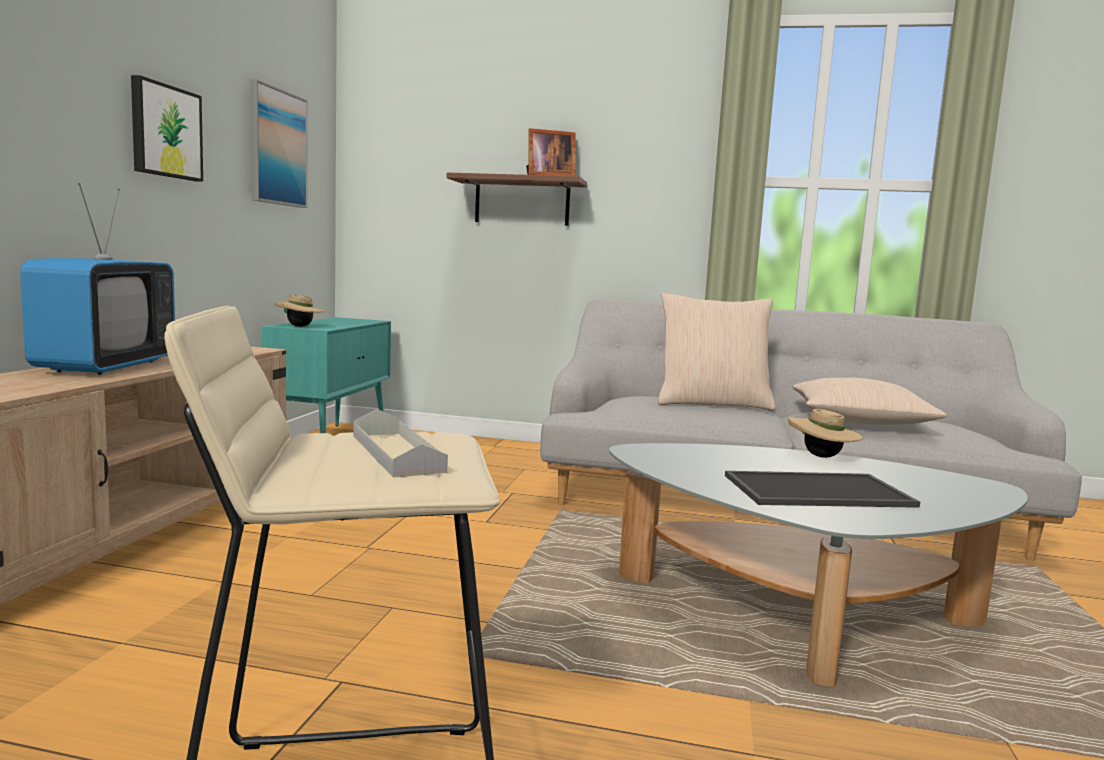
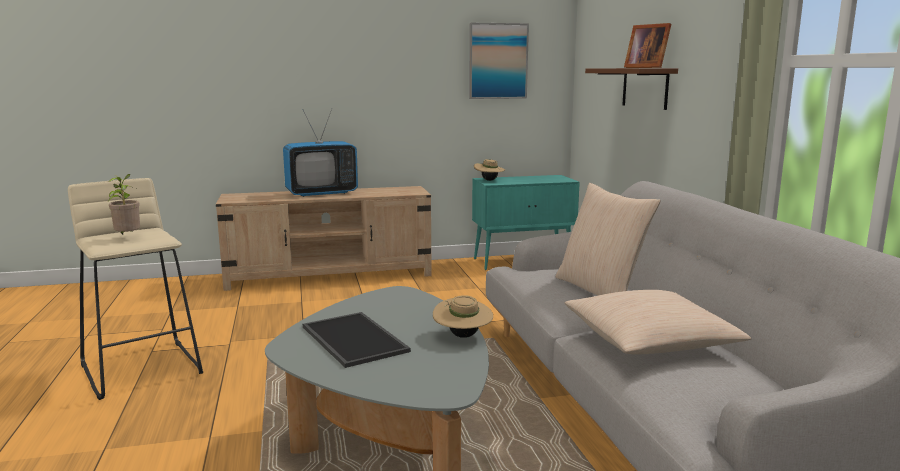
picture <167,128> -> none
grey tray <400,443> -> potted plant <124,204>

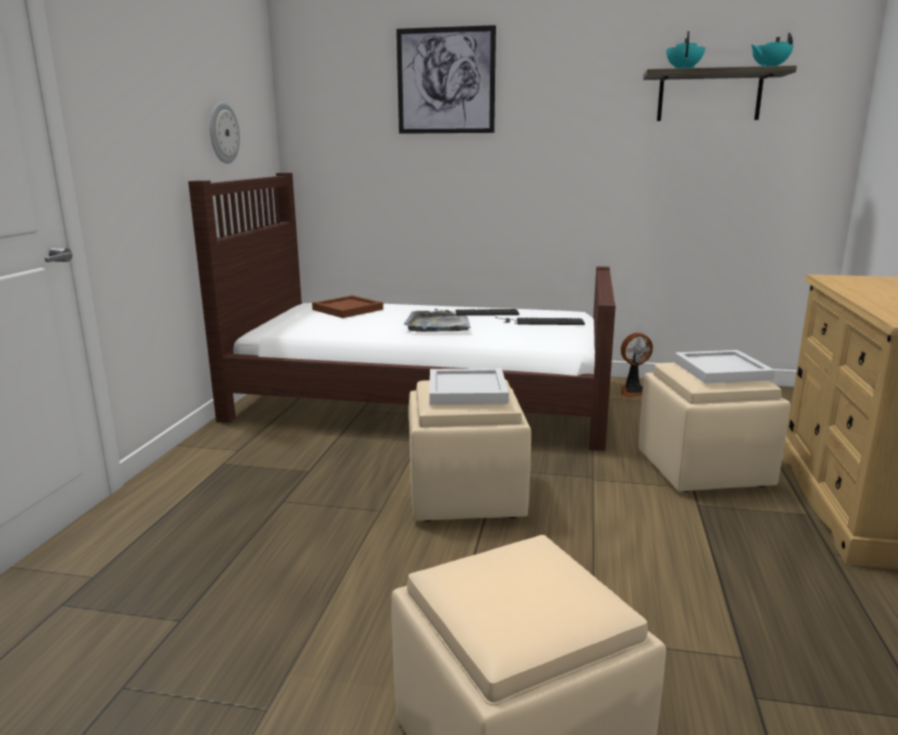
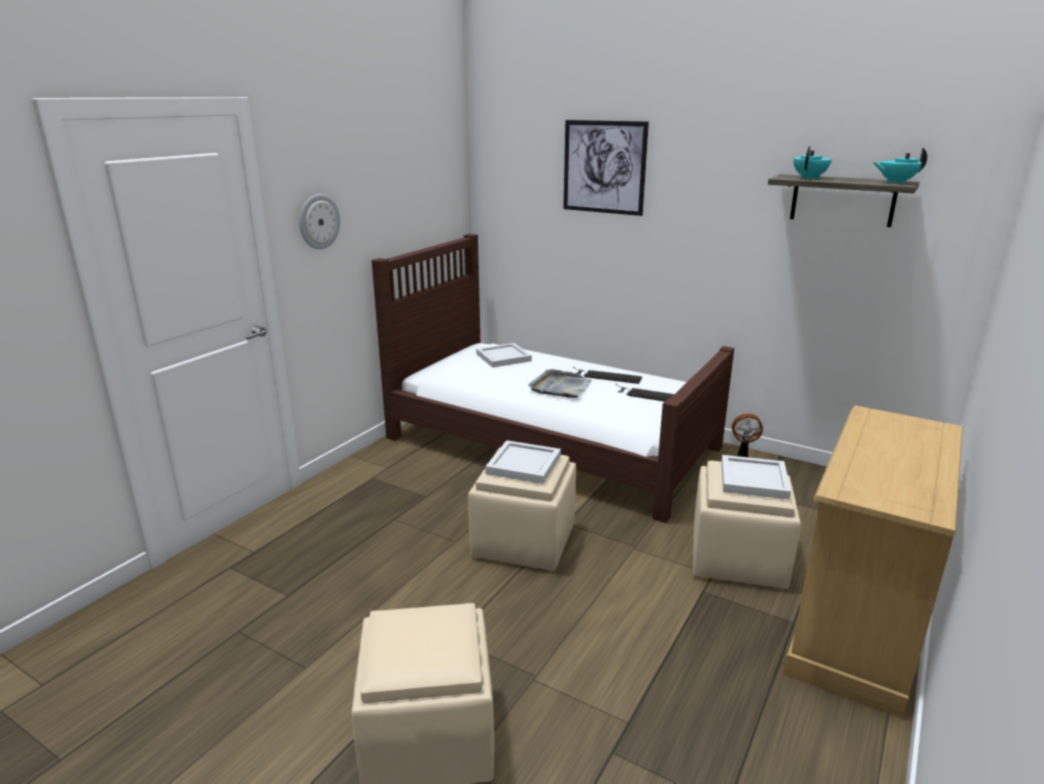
wall clock <225,133> -> wall clock <319,221>, shifted
brown tray <347,306> -> white tray <504,355>

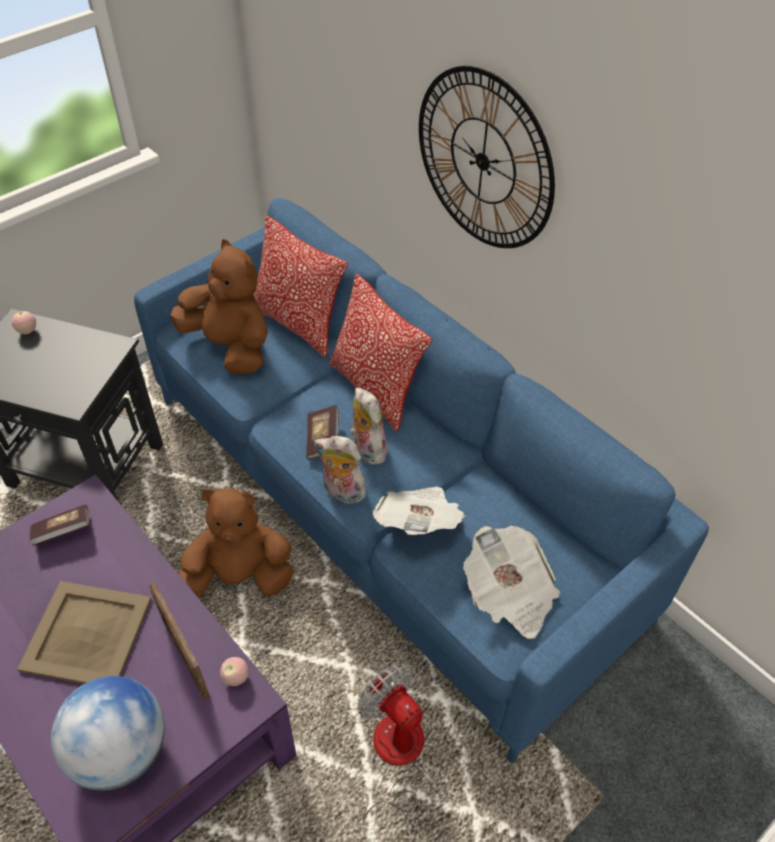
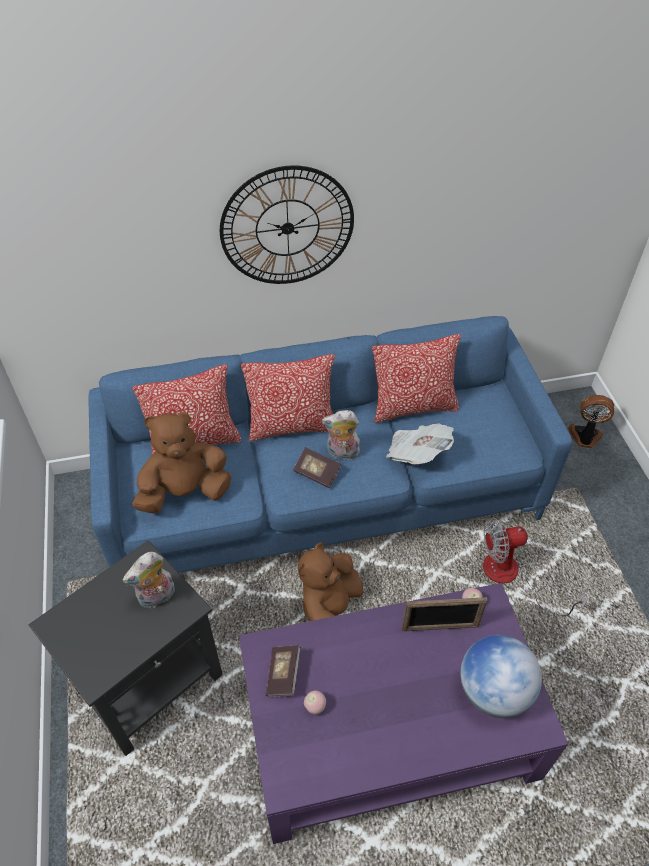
apple <24,322> -> apple <315,702>, shifted
plush toy <342,470> -> plush toy <148,580>, shifted
newspaper <511,582> -> none
beige tray <84,632> -> none
none -> pillow <416,378>
none -> fan <591,422>

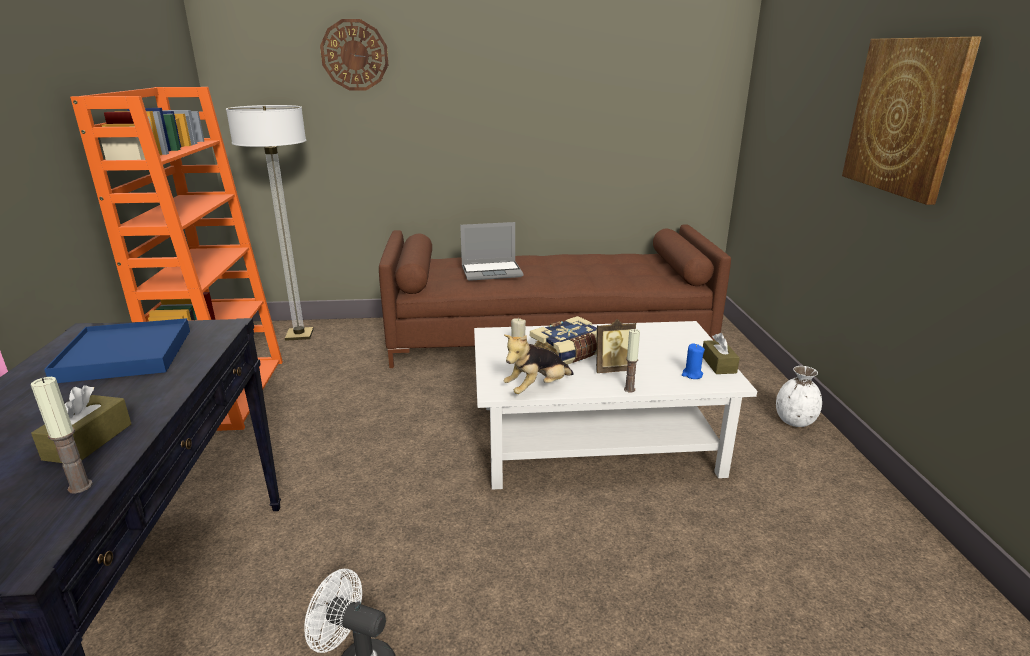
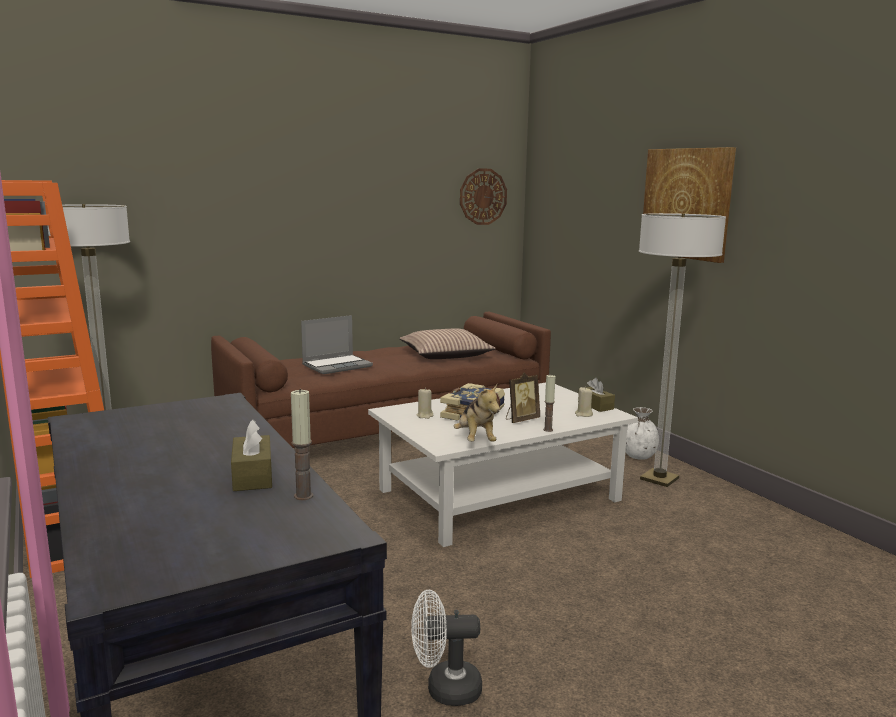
wall clock <354,54> -> wall clock <483,196>, shifted
blue tray <117,350> -> none
plush toy <539,364> -> plush toy <477,413>, 45 degrees counterclockwise
blue candle <693,361> -> beige candle <584,402>
none -> floor lamp <682,350>
none -> pillow <447,344>

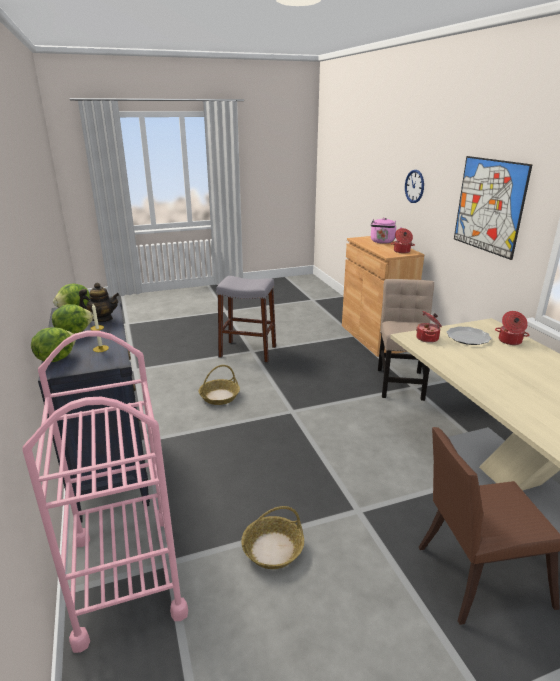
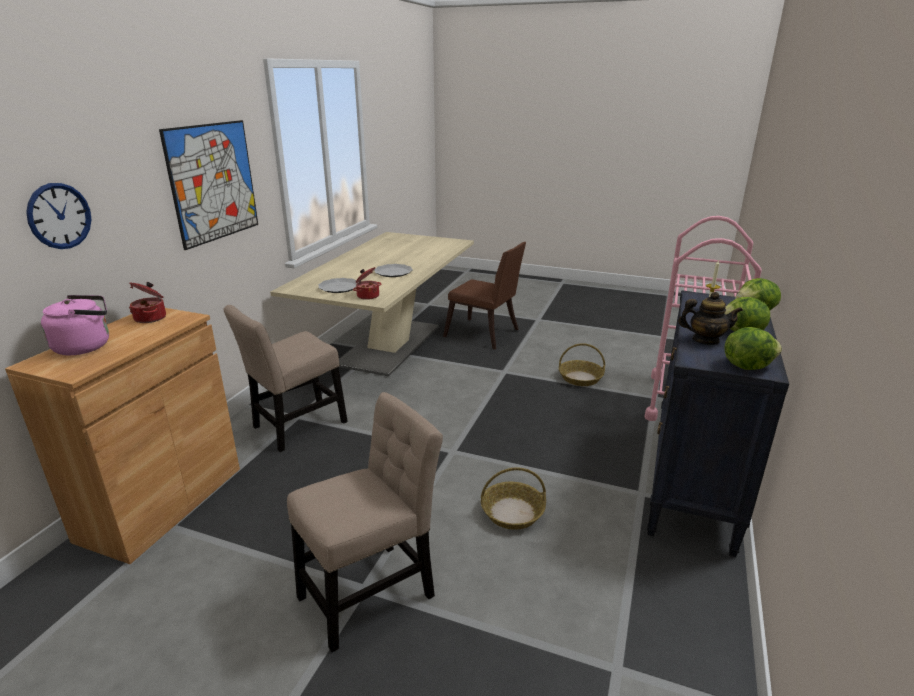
grey stool <246,319> -> beige chair <365,522>
teapot <99,302> -> teapot <710,318>, 150 degrees clockwise
cooking pot <512,328> -> none
none -> plate <393,270>

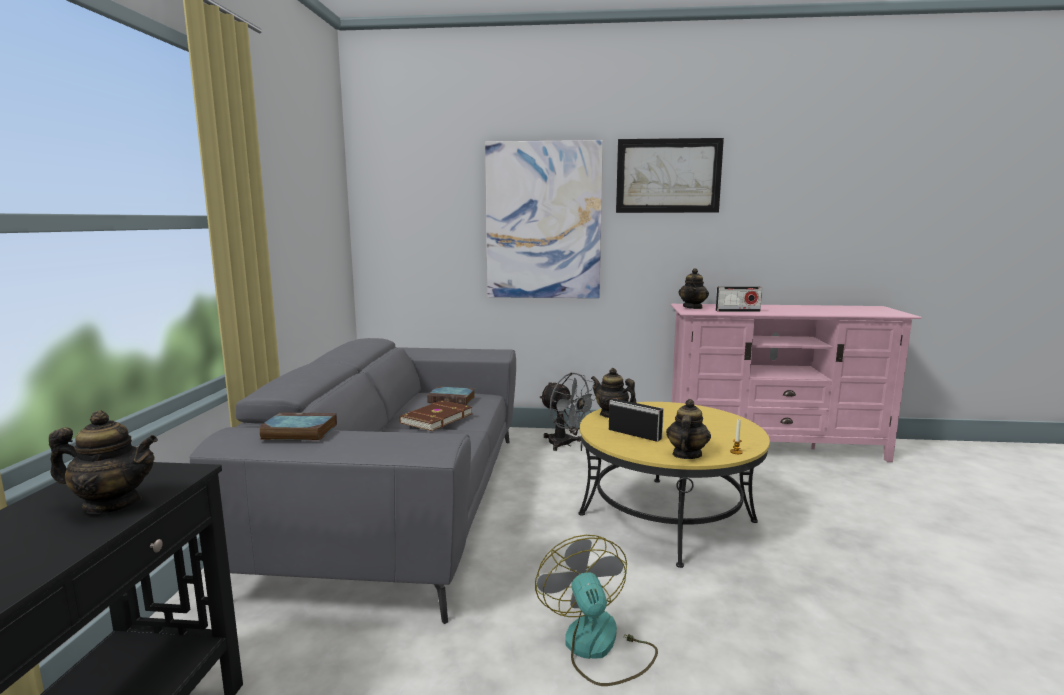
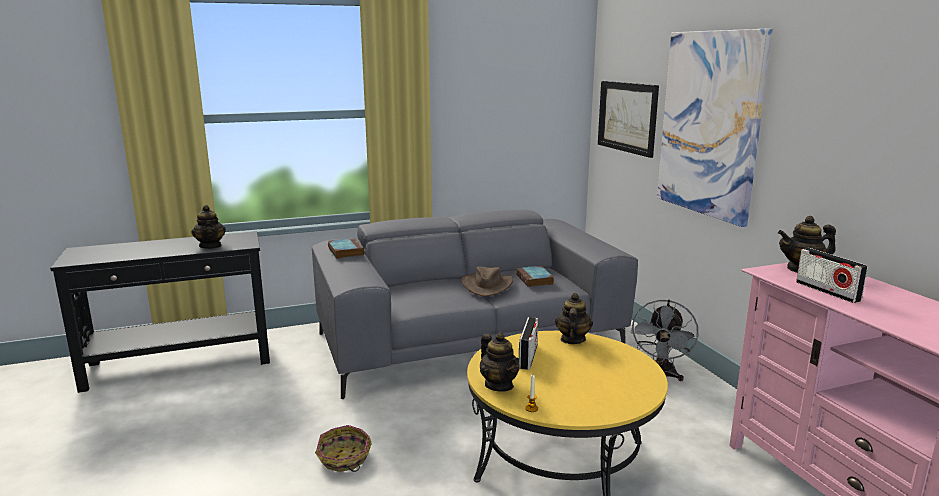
picture <670,175> -> picture <628,119>, shifted
teapot <688,429> -> teapot <499,362>, 60 degrees clockwise
brown book <435,415> -> brown hat <487,281>
fan <596,610> -> basket <343,448>

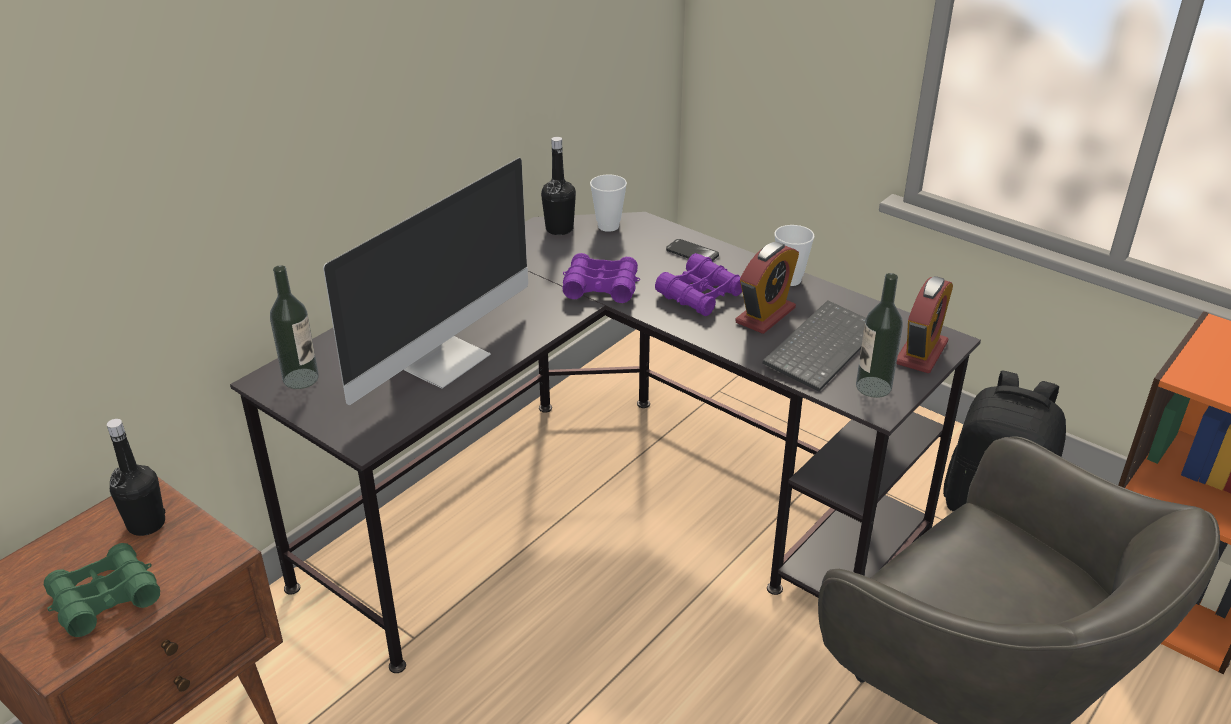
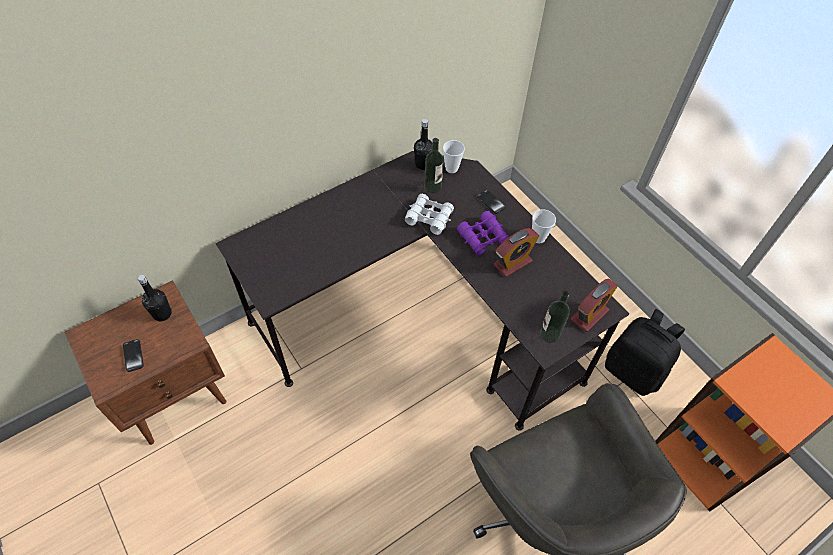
monitor <425,281> -> none
purple binoculars <601,278> -> white binoculars <429,214>
bottle <294,327> -> bottle <434,165>, shifted
keyboard <814,346> -> none
green binoculars <102,590> -> phone <133,355>

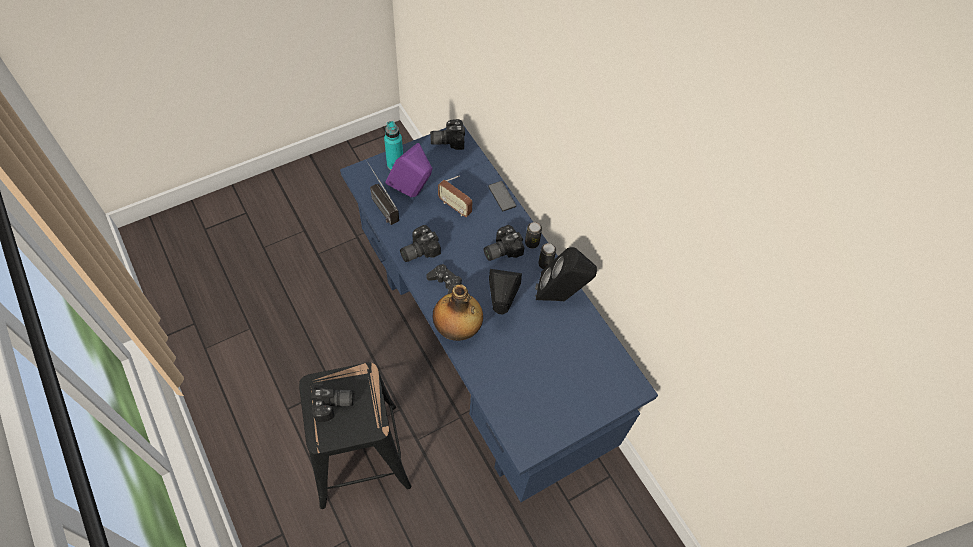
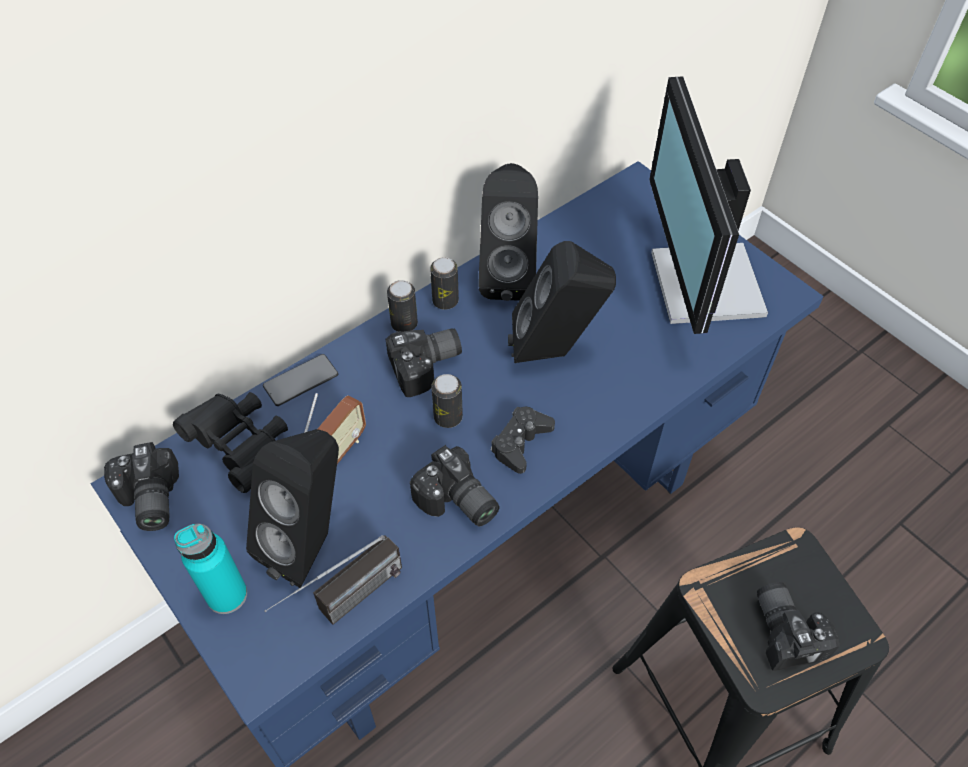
purple speaker <409,170> -> black speaker <292,508>
photo camera <504,243> -> photo camera <423,362>, 75 degrees counterclockwise
bottle <458,312> -> none
none -> monitor <708,205>
none -> can <447,401>
none -> black binoculars <230,442>

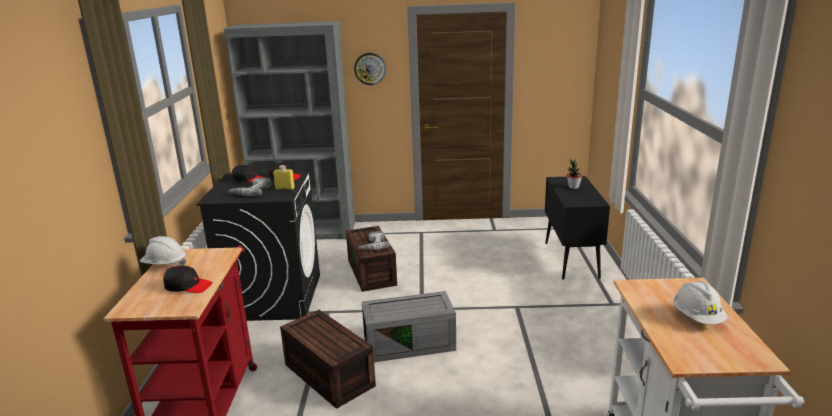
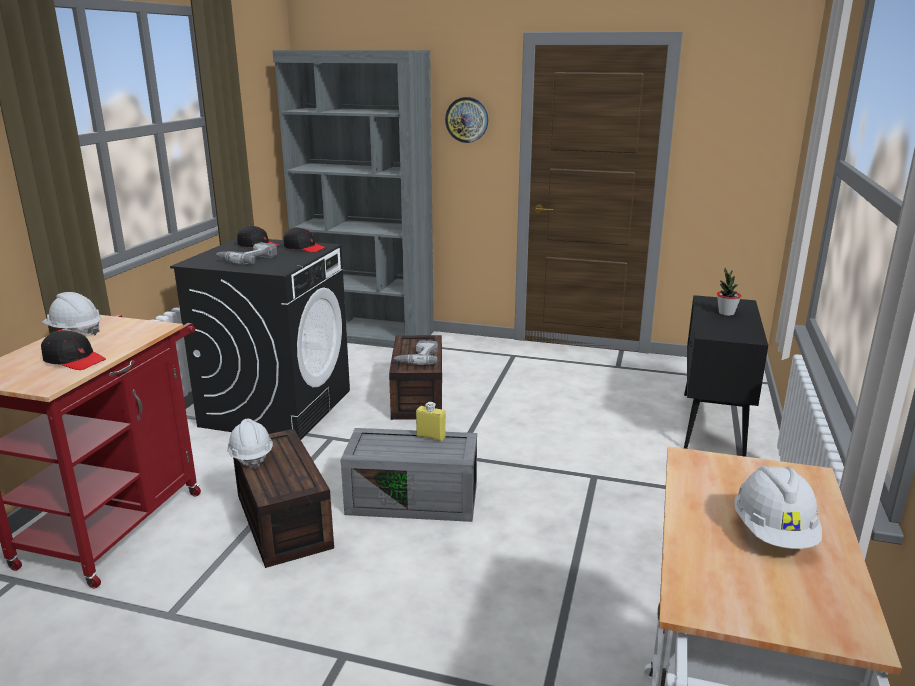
yellow bottle <284,177> -> yellow bottle <431,421>, shifted
none -> white hard hat <250,444>

